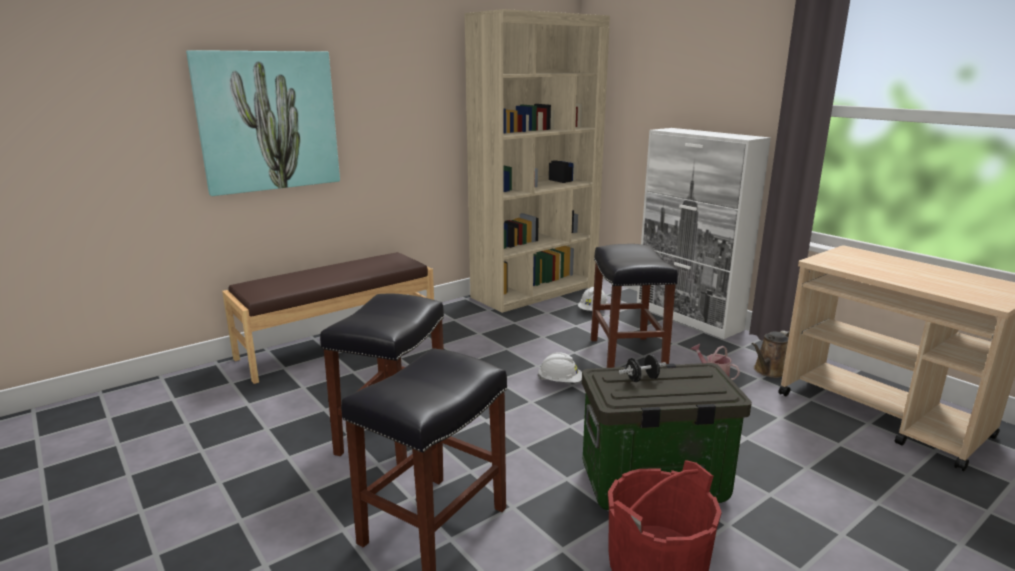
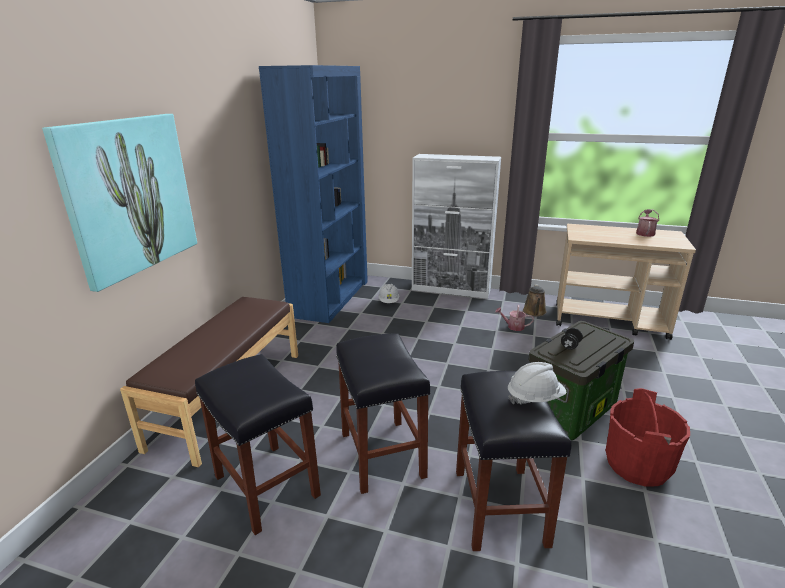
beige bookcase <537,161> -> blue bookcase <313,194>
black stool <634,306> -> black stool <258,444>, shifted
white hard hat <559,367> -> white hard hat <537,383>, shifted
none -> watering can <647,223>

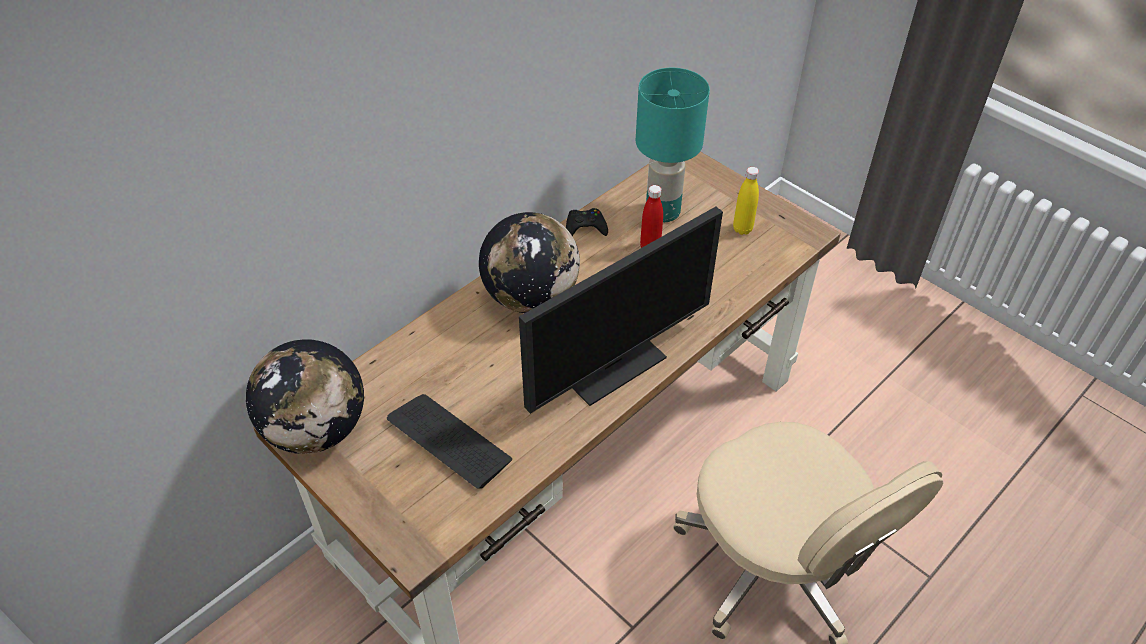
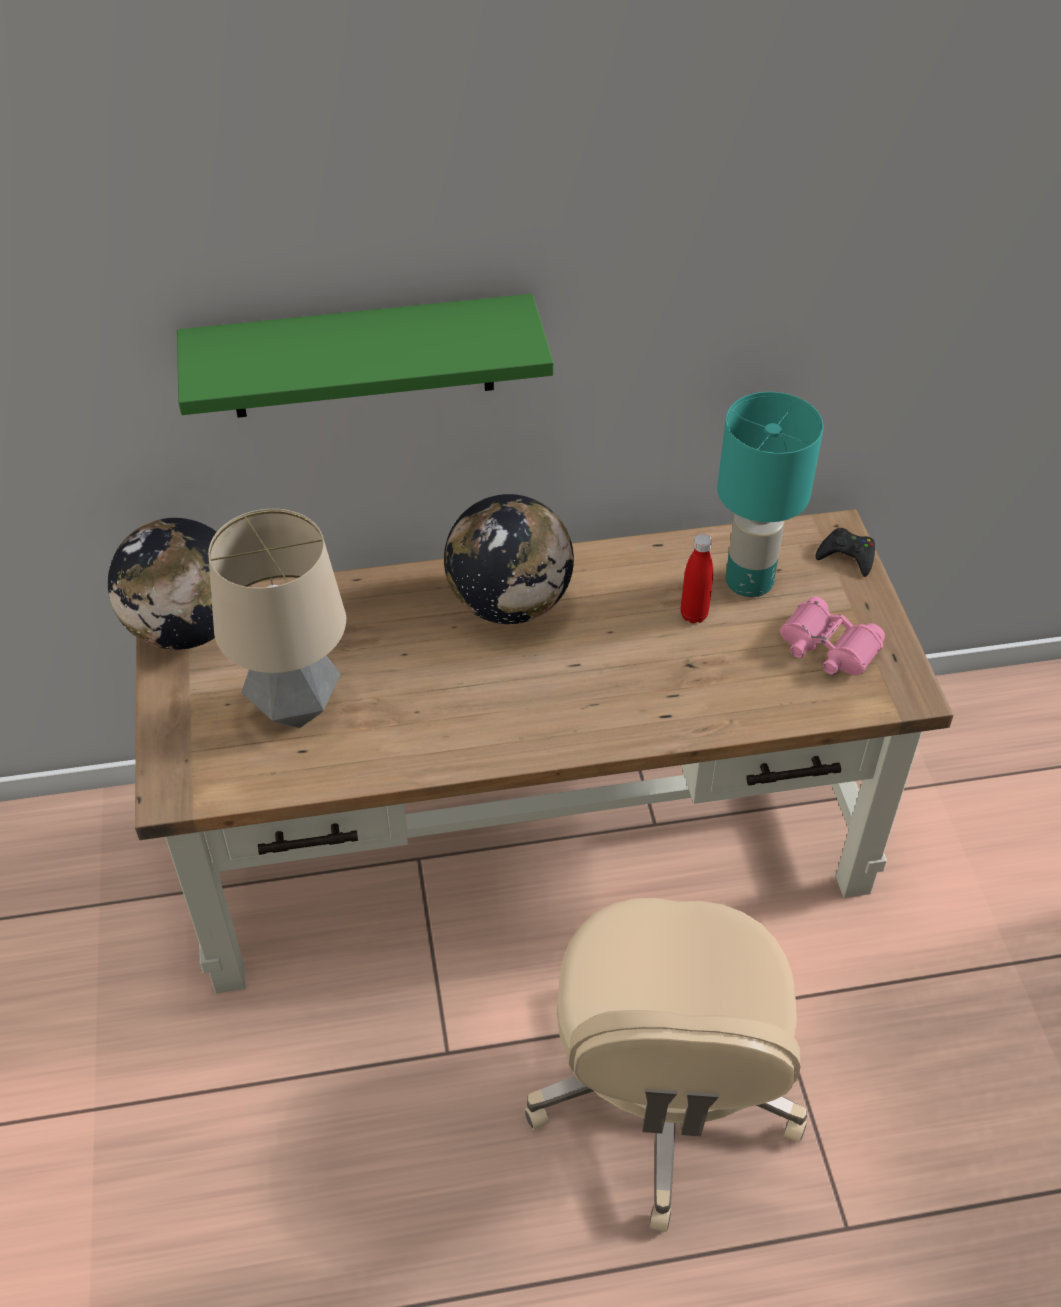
yellow bottle <746,201> -> pink binoculars <832,635>
monitor <621,310> -> none
black game controller <587,222> -> black game controller <845,552>, shifted
keyboard <449,441> -> table lamp <277,618>
none -> green shelf <365,356>

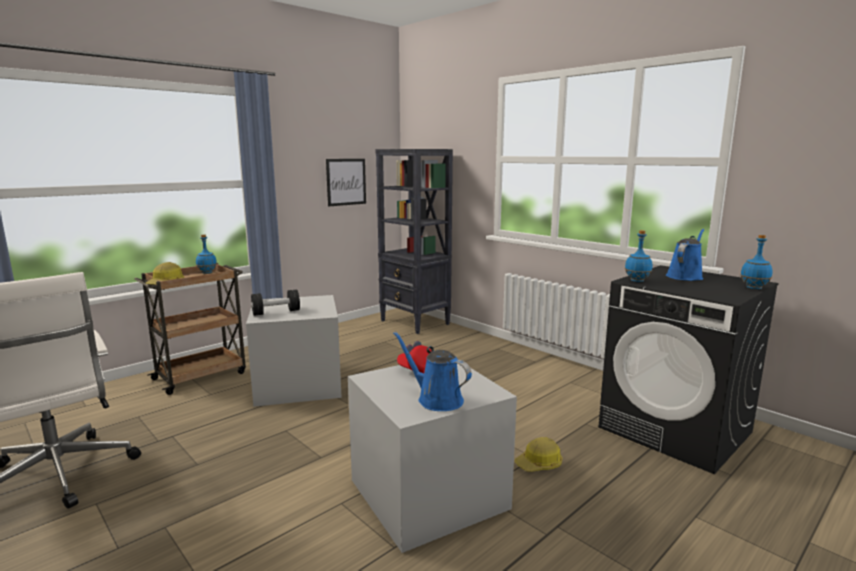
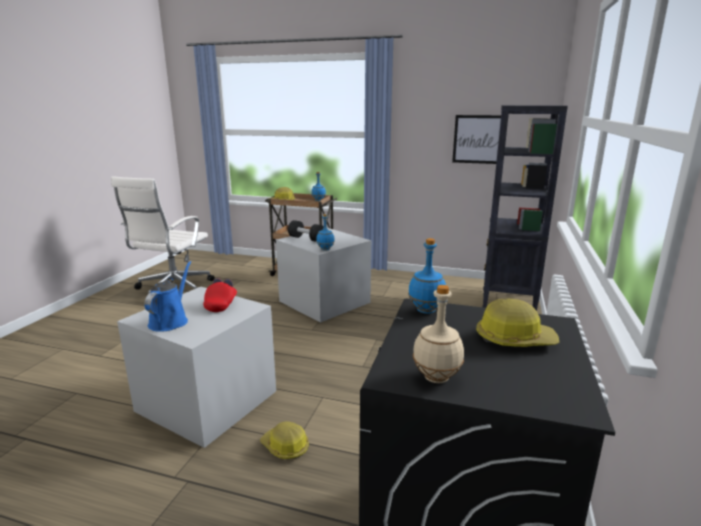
blue watering can <685,255> -> hard hat <517,322>
blue bottle <756,262> -> blue bottle <325,232>, shifted
none -> beige bottle <438,334>

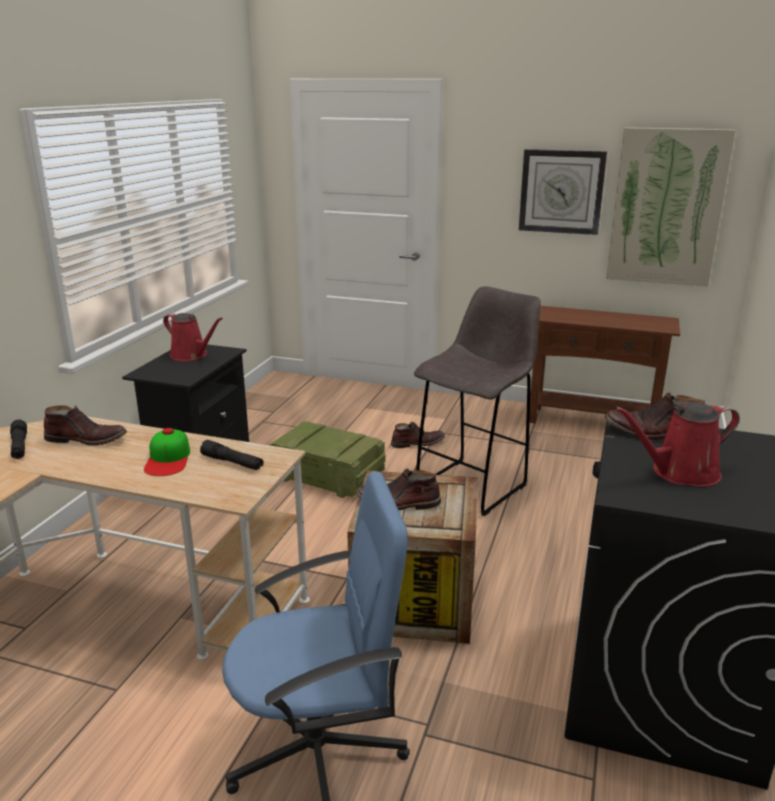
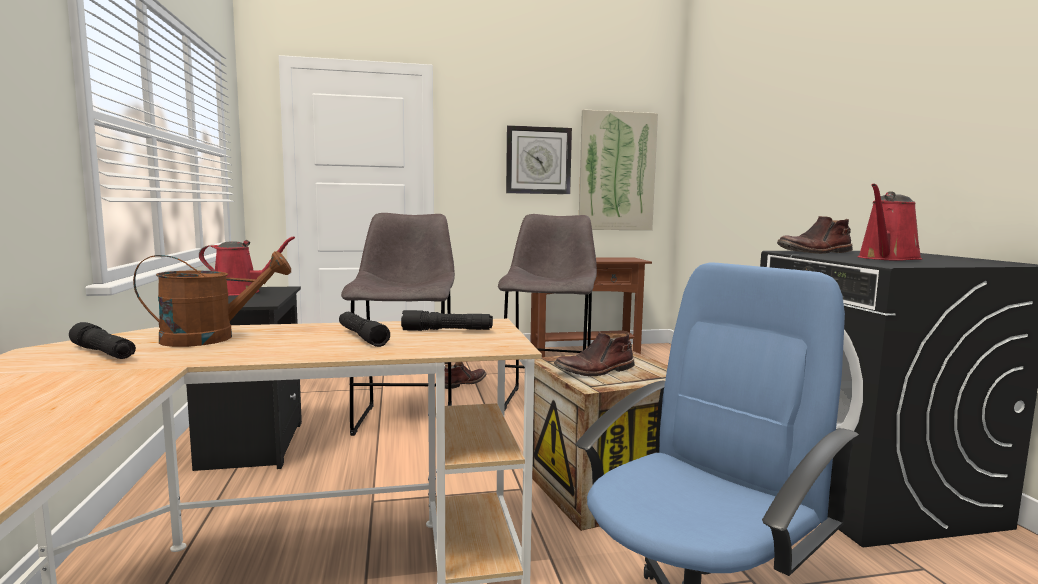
brown boot <85,425> -> brown watering can <212,299>
crate <327,459> -> grey stool <398,324>
cap <167,452> -> black flashlight <364,329>

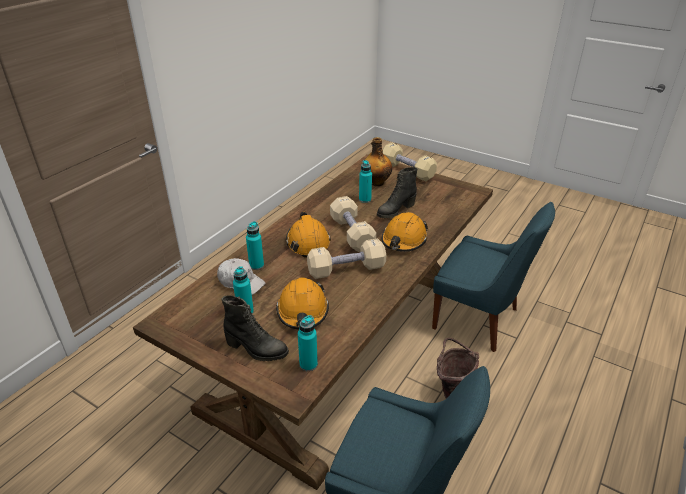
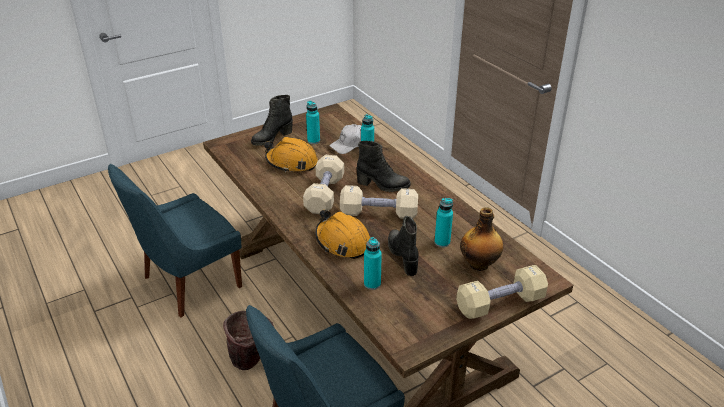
orange hard hat <308,235> -> black boot <384,166>
turquoise bottle <308,343> -> turquoise bottle <373,263>, shifted

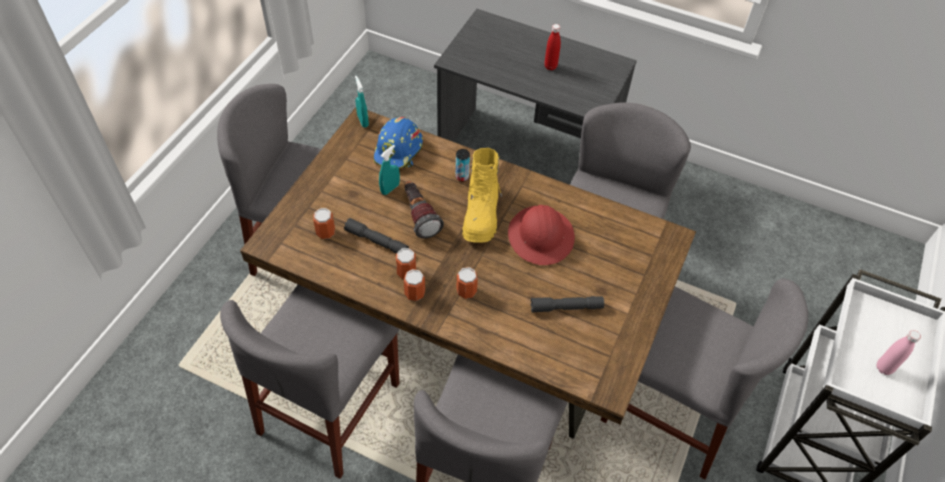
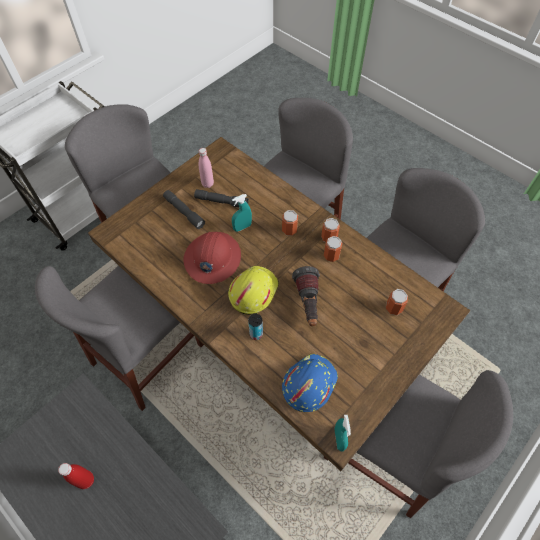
turquoise spray bottle <389,170> -> turquoise spray bottle <242,213>, shifted
yellow boot <482,195> -> yellow hard hat <253,290>
grey flashlight <376,236> -> grey flashlight <184,209>, shifted
pink bottle <898,352> -> pink bottle <206,168>, shifted

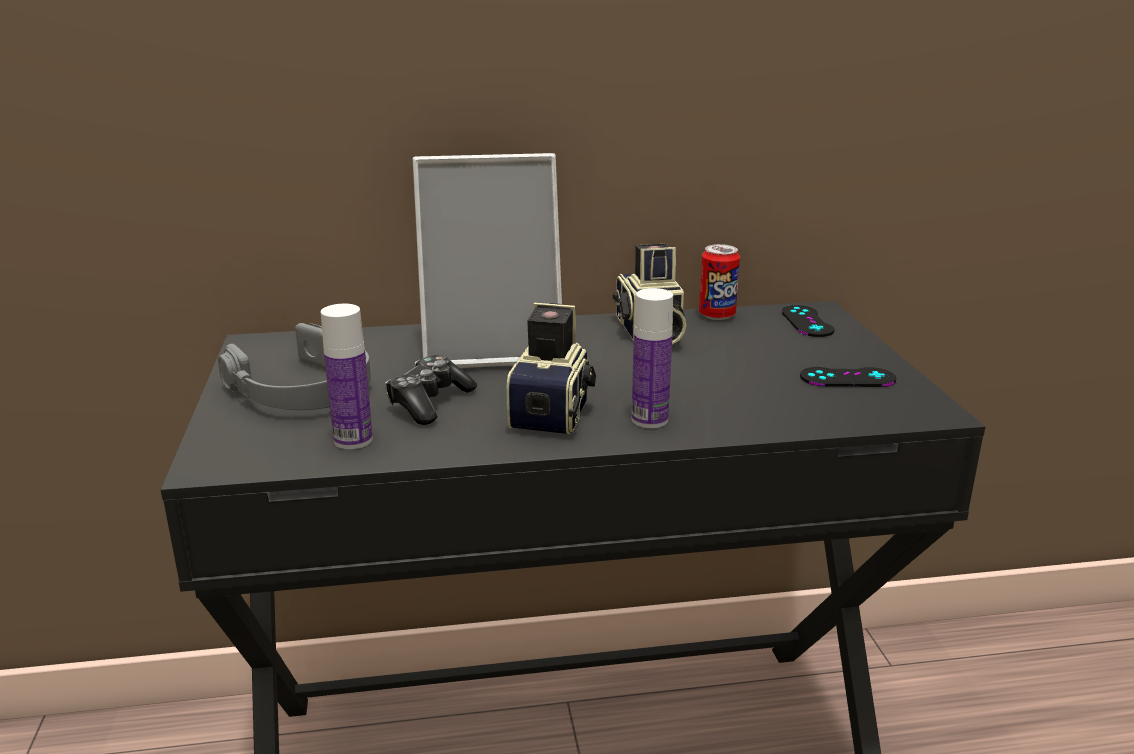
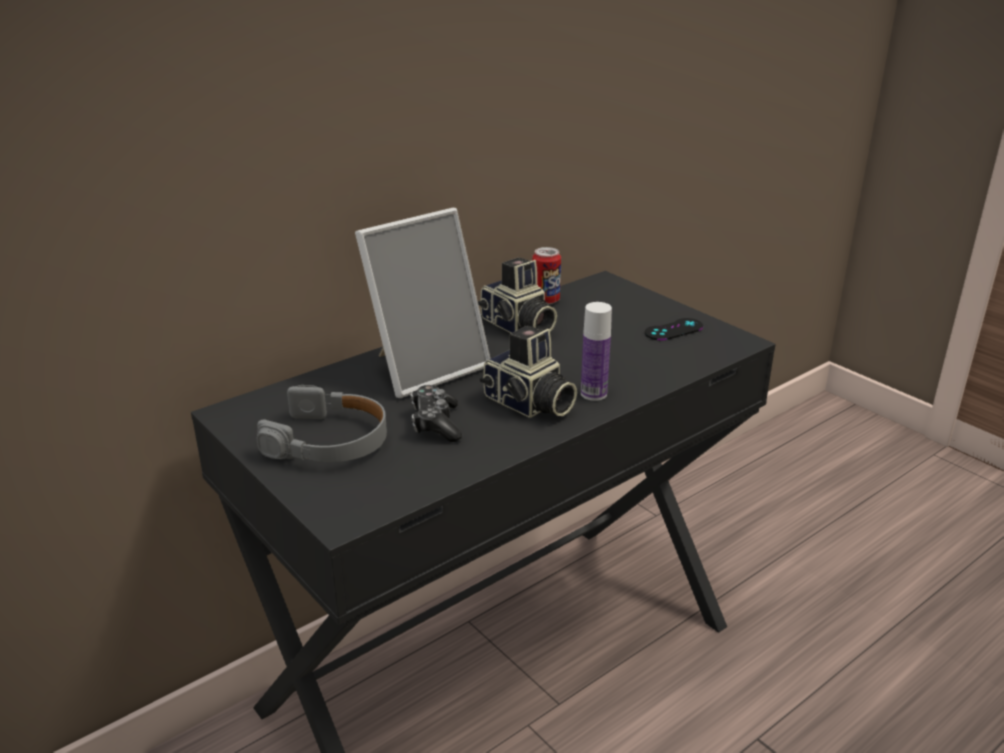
photo camera <551,368> -> photo camera <528,372>, 150 degrees clockwise
bottle <347,376> -> none
black game controller <807,321> -> none

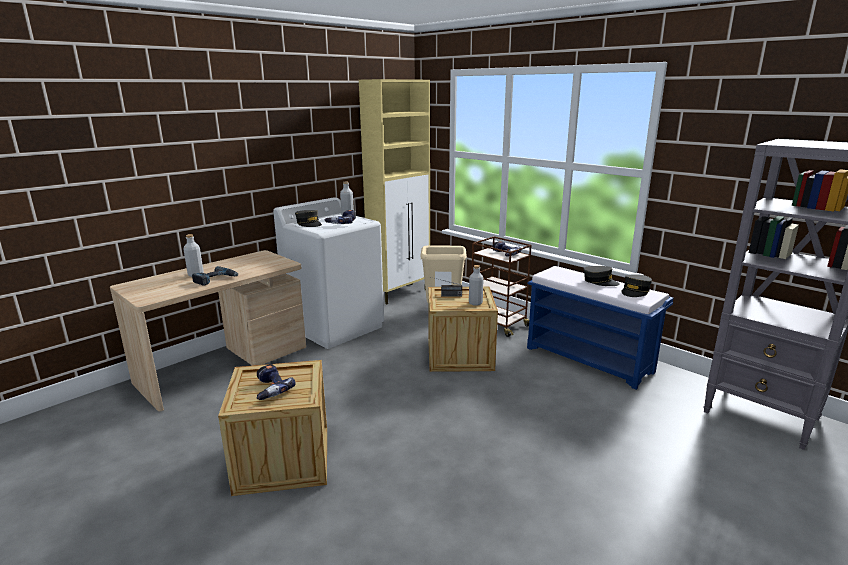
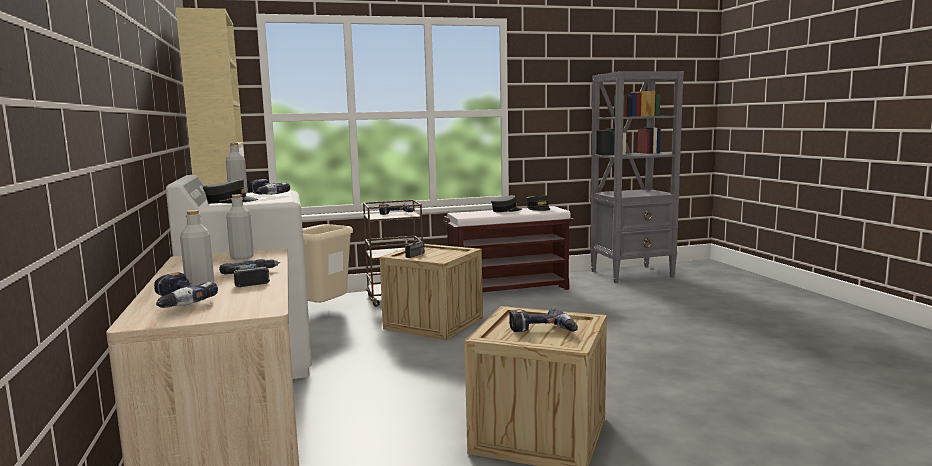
grey bottle <476,285> -> grey bottle <240,227>, shifted
blue bench <600,328> -> brown bench <509,249>
none -> power drill <186,290>

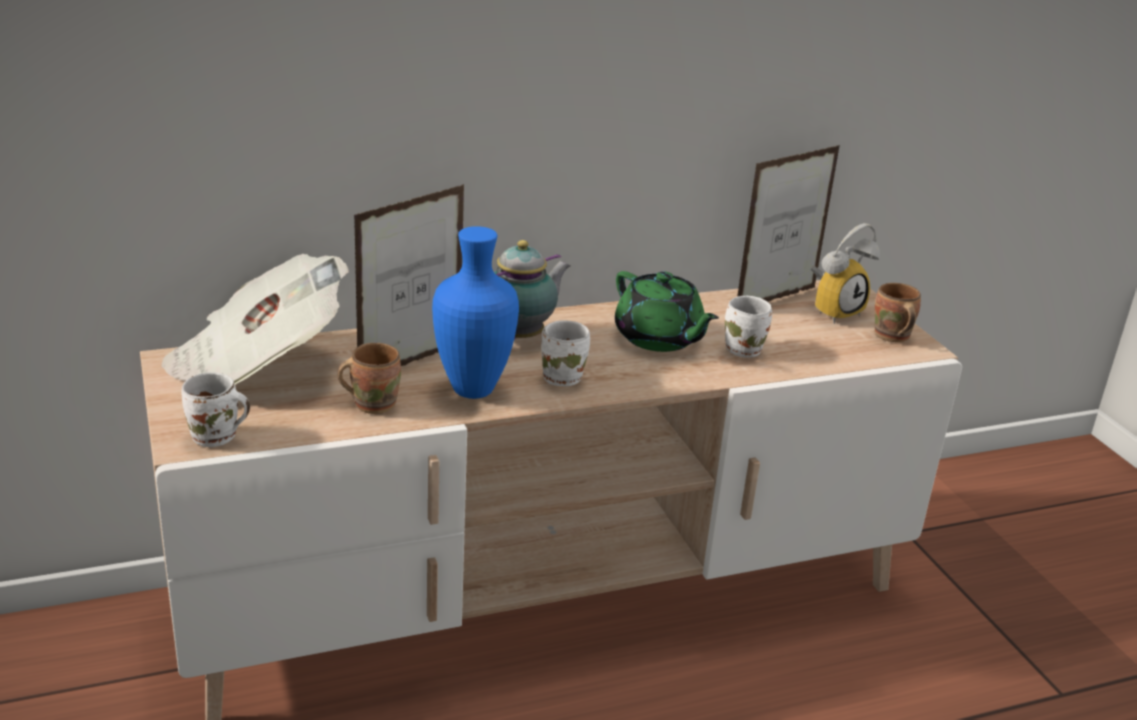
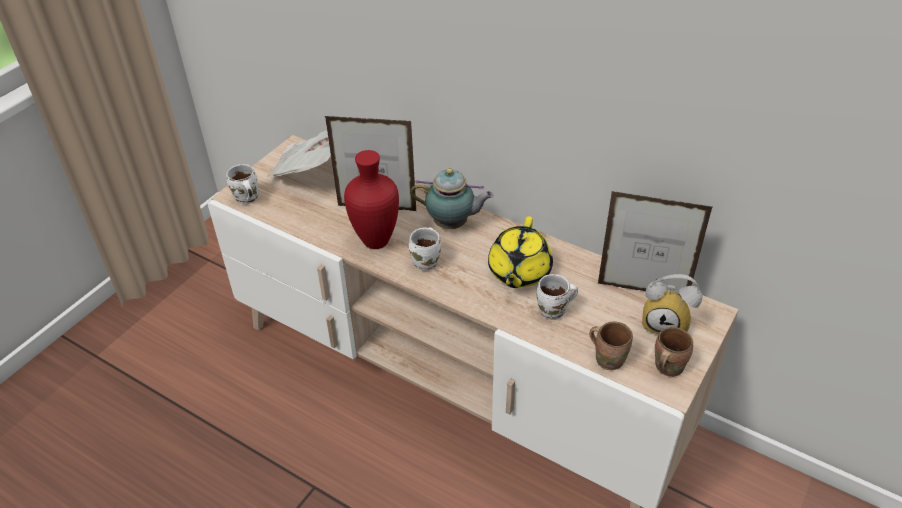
blue vase <475,312> -> red vase <371,199>
green teapot <667,311> -> yellow teapot <520,252>
brown mug <369,378> -> brown mug <611,345>, shifted

